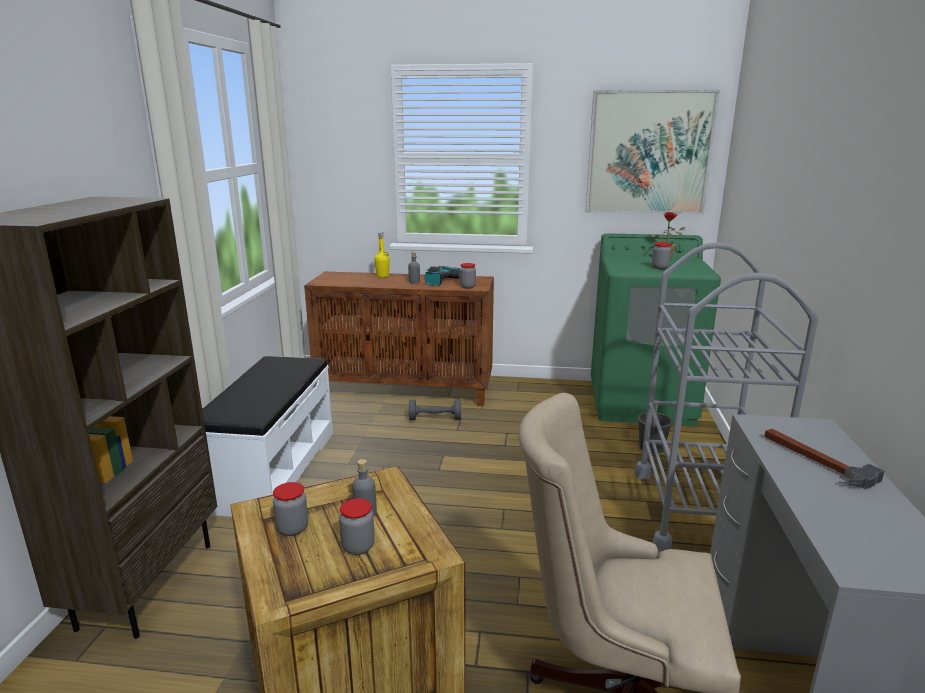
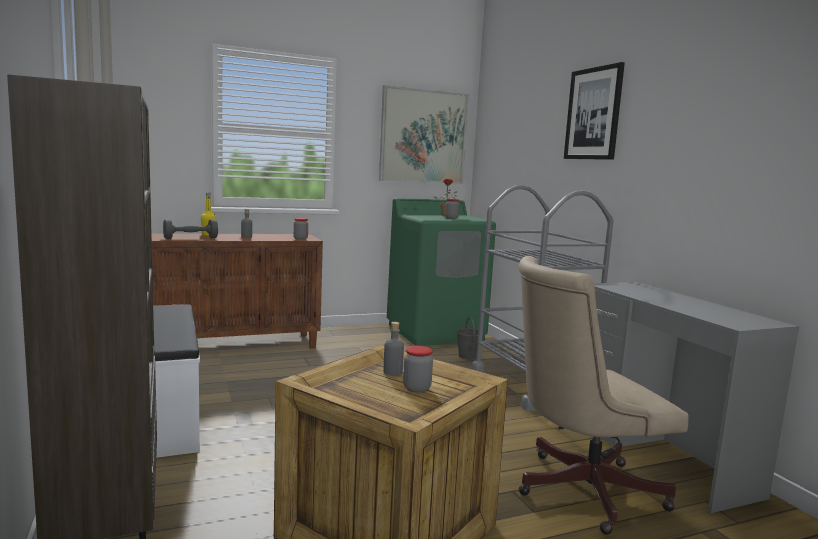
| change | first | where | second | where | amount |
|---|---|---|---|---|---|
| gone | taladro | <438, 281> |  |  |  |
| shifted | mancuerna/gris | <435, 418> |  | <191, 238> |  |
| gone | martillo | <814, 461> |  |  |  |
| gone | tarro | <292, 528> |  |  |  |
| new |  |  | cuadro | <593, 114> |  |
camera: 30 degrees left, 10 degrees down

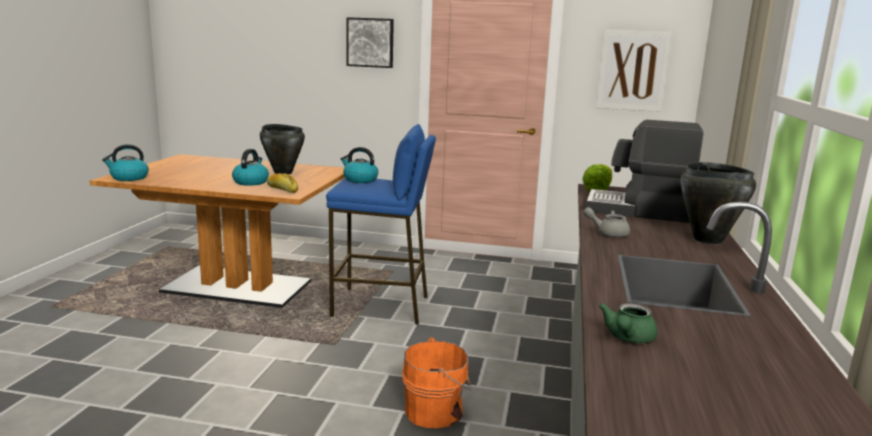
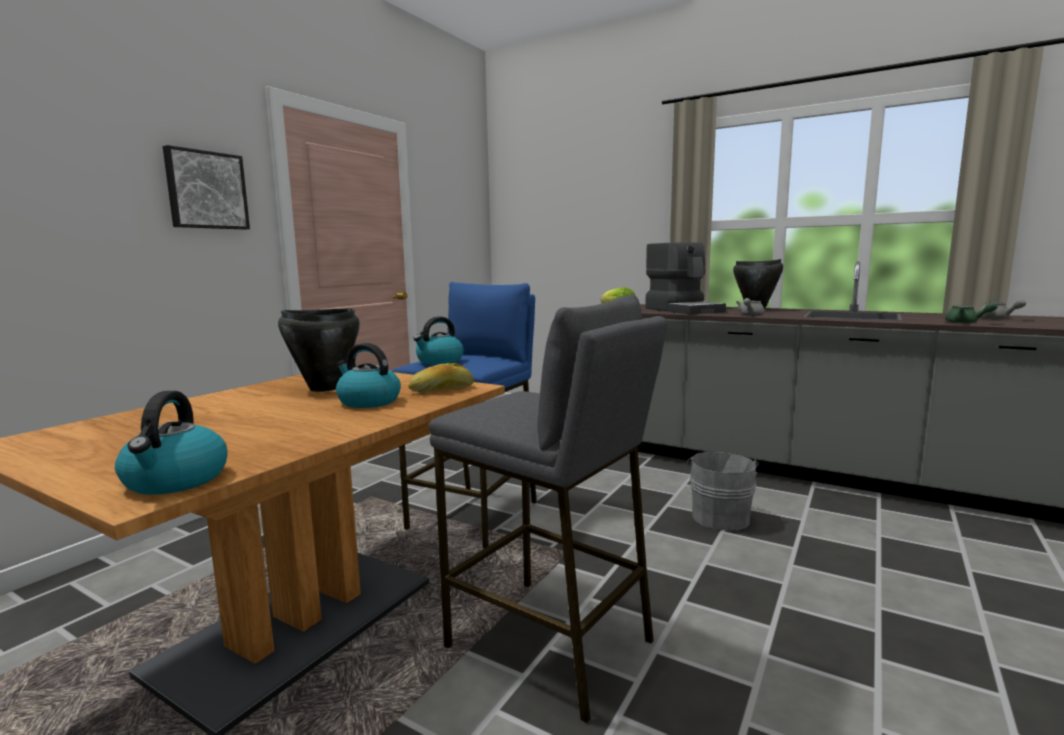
| change | first | where | second | where | amount |
|---|---|---|---|---|---|
| gone | cuadro | <632, 71> |  |  |  |
| rotated | cafetera | <638, 210> |  | <683, 310> | 60 degrees counterclockwise |
| repainted | cubo/naranja | <436, 411> | cubo/gris | <720, 516> |  |
| new |  |  | taburete/gris | <550, 644> |  |
| new |  |  | tetera/gris | <997, 318> |  |
camera: 70 degrees left, 5 degrees down

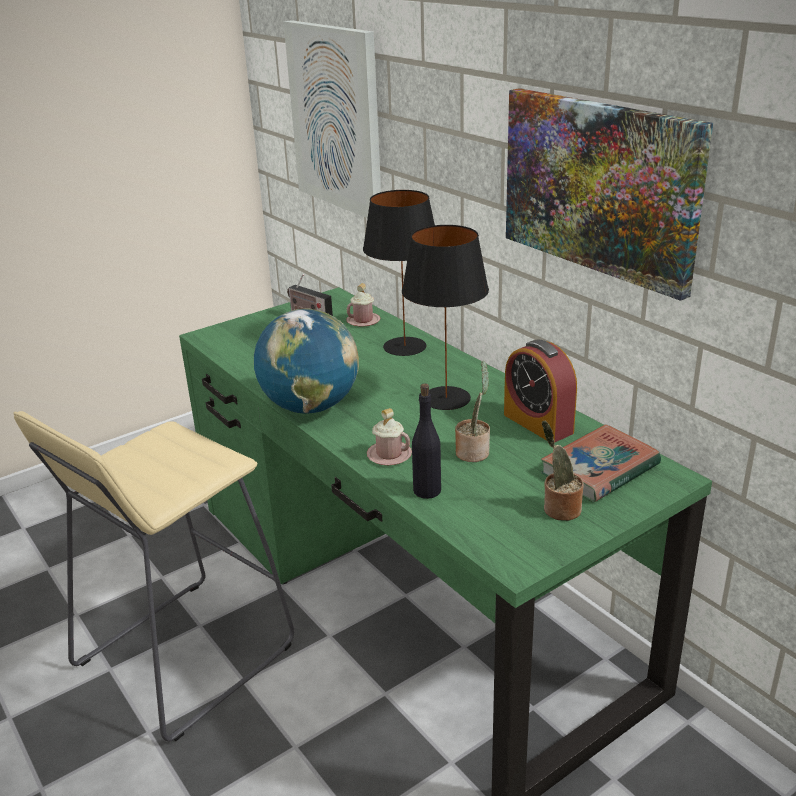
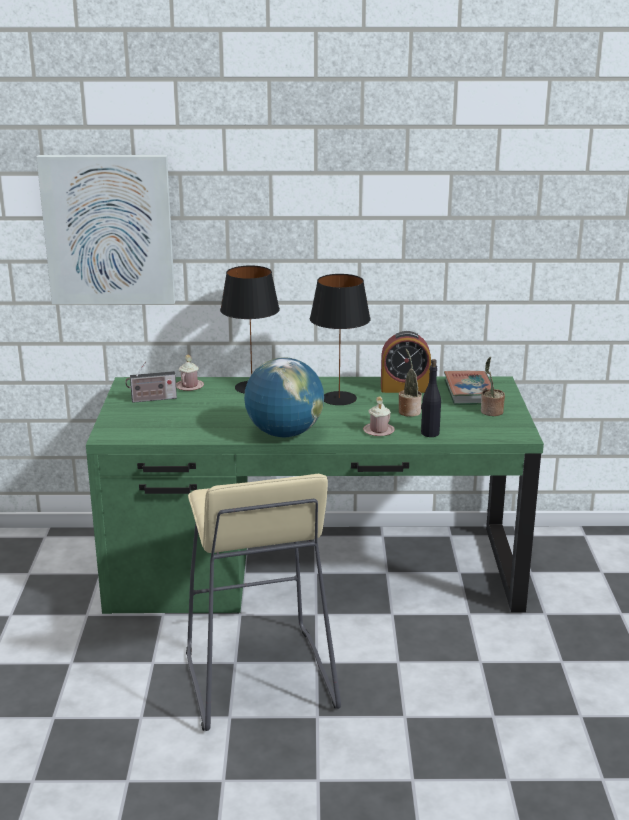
| change | first | where | second | where | amount |
|---|---|---|---|---|---|
| gone | cuadro | <600, 187> |  |  |  |
camera: 55 degrees left, 5 degrees down

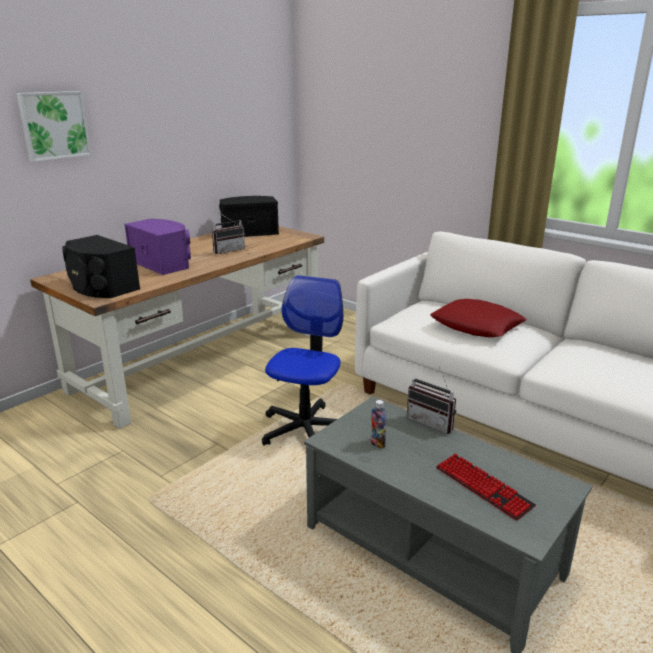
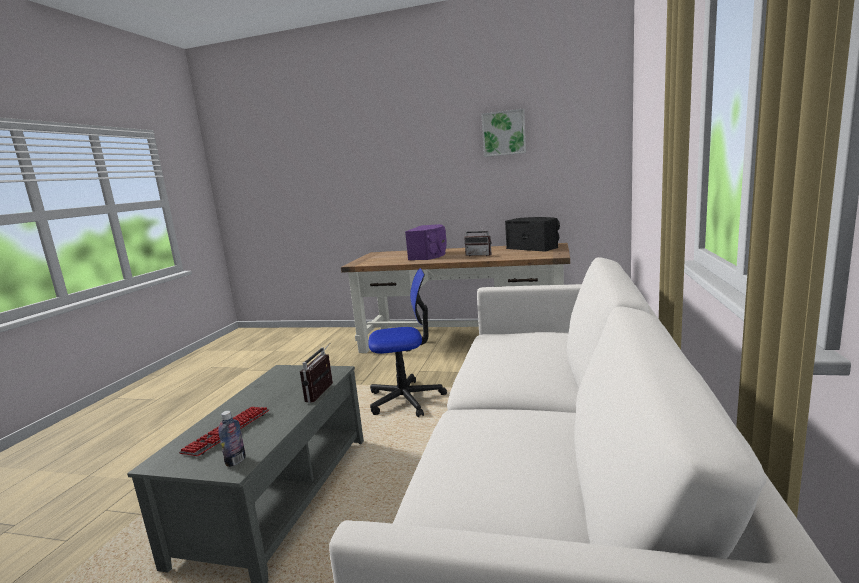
| change | first | where | second | where | amount |
|---|---|---|---|---|---|
| shifted | cuadro | <54, 125> |  | <504, 133> |  |
| gone | altavoz/negro | <101, 287> |  |  |  |
| gone | cojín/rojo | <476, 325> |  |  |  |
| shifted | botella | <377, 443> |  | <236, 461> |  |
camera: 65 degrees right, 10 degrees down

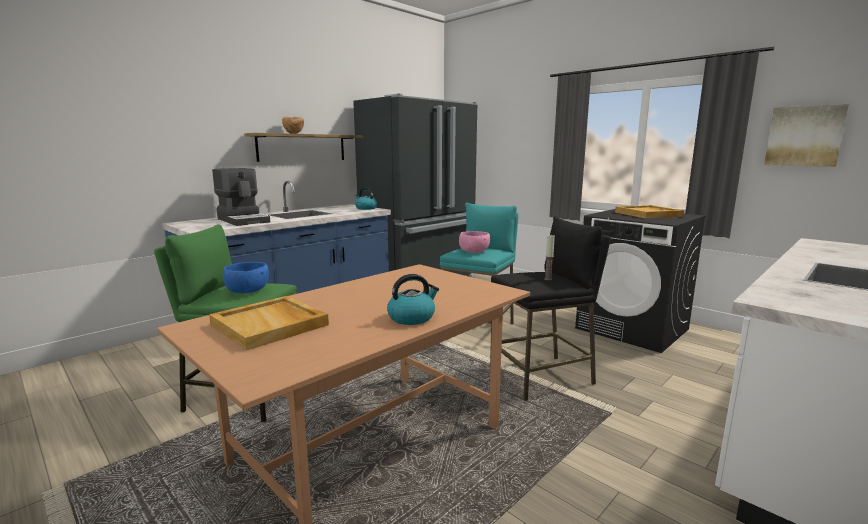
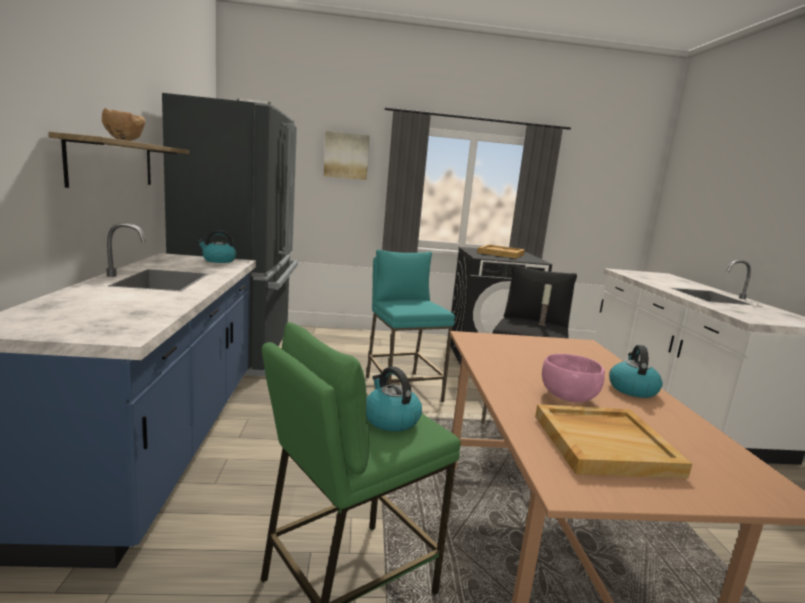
| change | first | where | second | where | amount |
|---|---|---|---|---|---|
| shifted | cuadro | <804, 136> |  | <346, 156> |  |
| gone | cafetera | <244, 220> |  |  |  |
| shifted | cuenco/rosa | <473, 252> |  | <568, 397> |  |
| swapped | cuenco/azul | <247, 291> | hervidor | <390, 419> |  |
camera: 50 degrees left, 0 degrees up

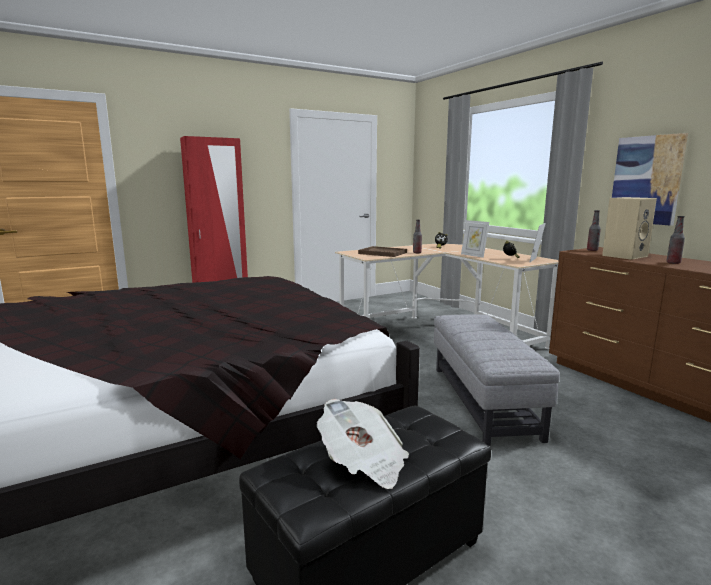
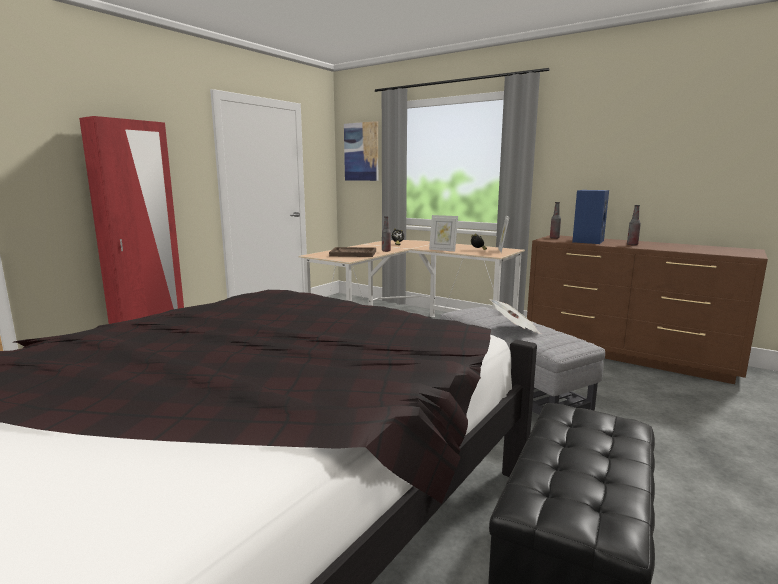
| change | first | where | second | where | amount |
|---|---|---|---|---|---|
| shifted | cuadro | <646, 180> |  | <361, 152> |  |
| repainted | altavoz/beis | <624, 255> | altavoz/azul | <587, 241> |  |
| shifted | periódico | <363, 463> |  | <514, 329> |  |
camera: 25 degrees left, 0 degrees up

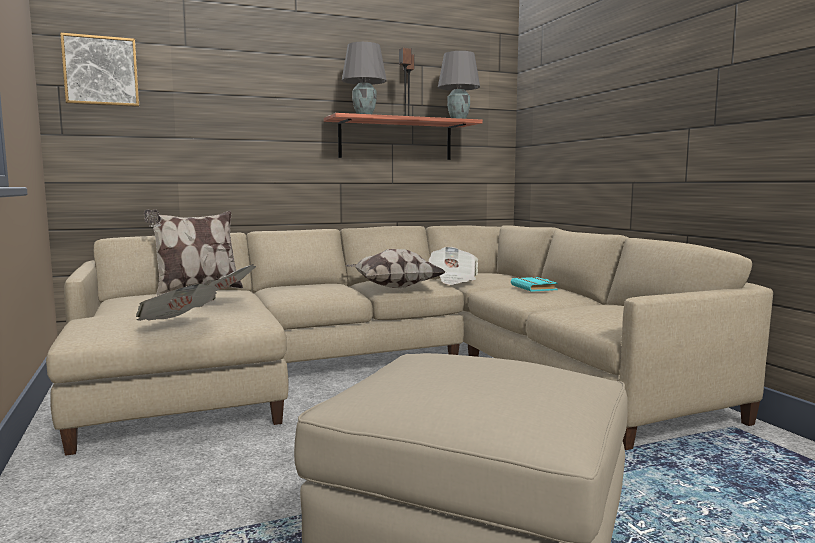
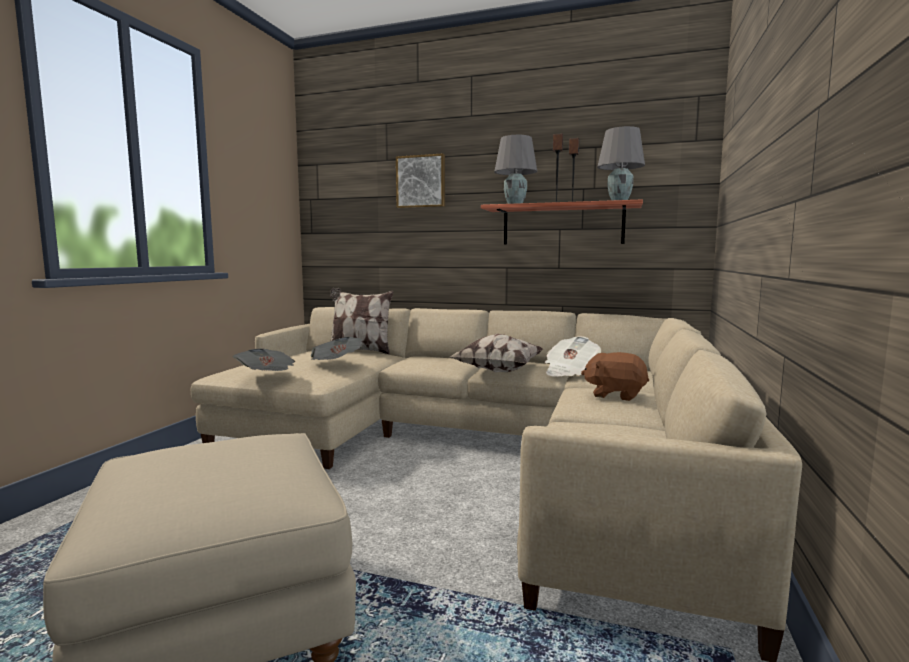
| change | first | where | second | where | amount |
|---|---|---|---|---|---|
| shifted | cuadro | <101, 71> |  | <421, 182> |  |
| swapped | libro/turquesa | <535, 288> | peluche/marrón | <615, 395> |  |
camera: 40 degrees right, 0 degrees up

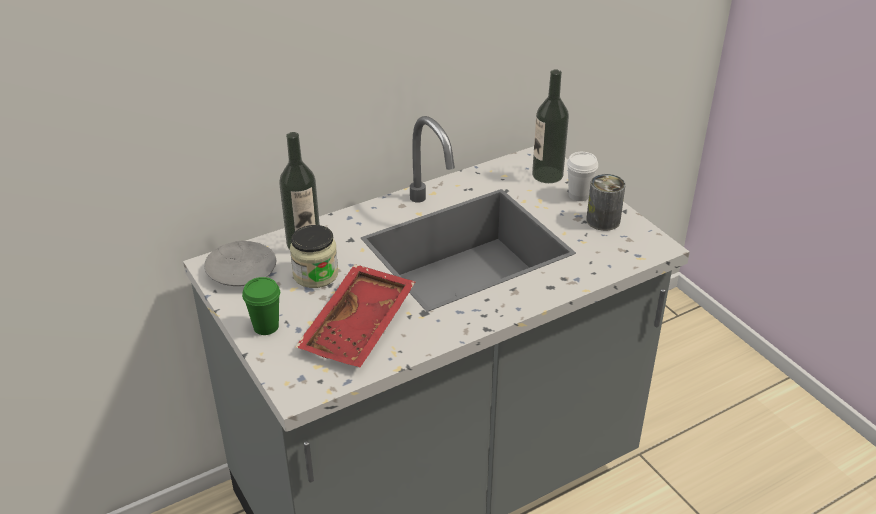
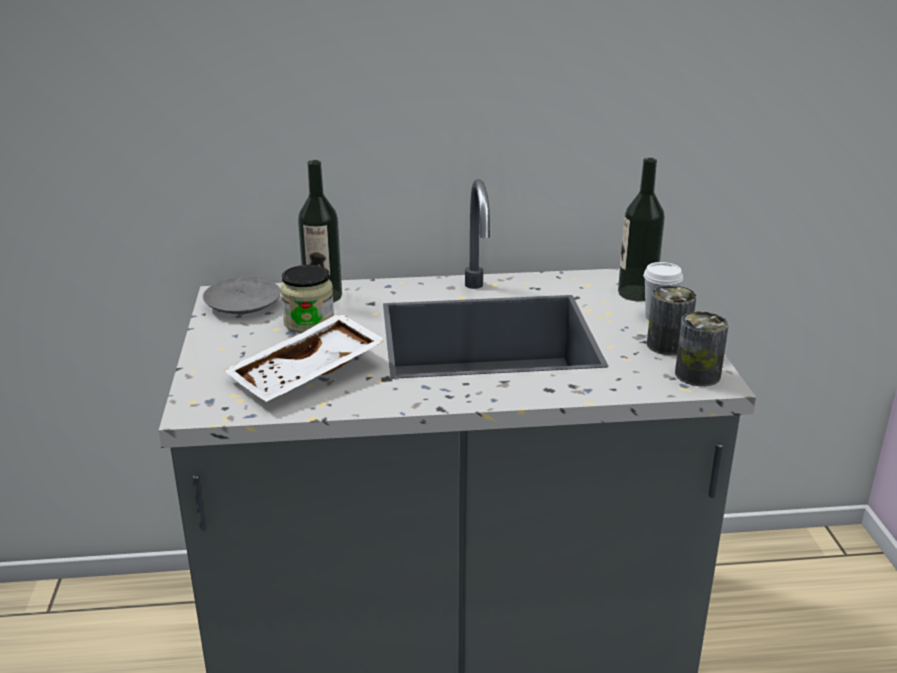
| change | first | where | second | where | amount |
|---|---|---|---|---|---|
| repainted | bandeja/rojo | <360, 328> | bandeja/blanco | <308, 375> |  |
| gone | taza/verde | <266, 327> |  |  |  |
| new |  |  | lata | <697, 374> |  |
camera: 25 degrees right, 10 degrees down

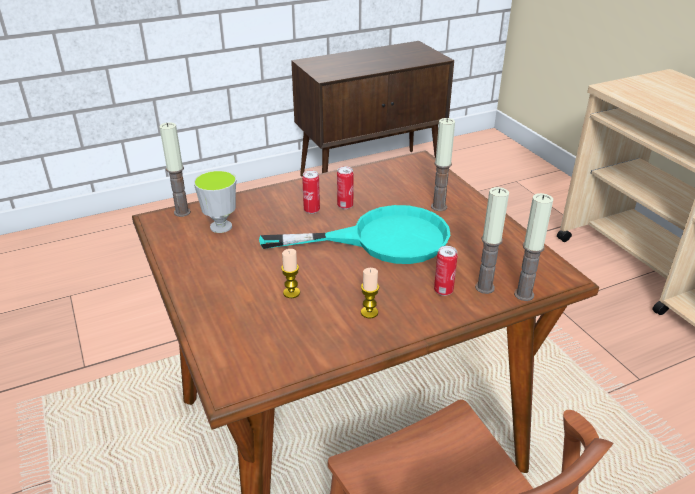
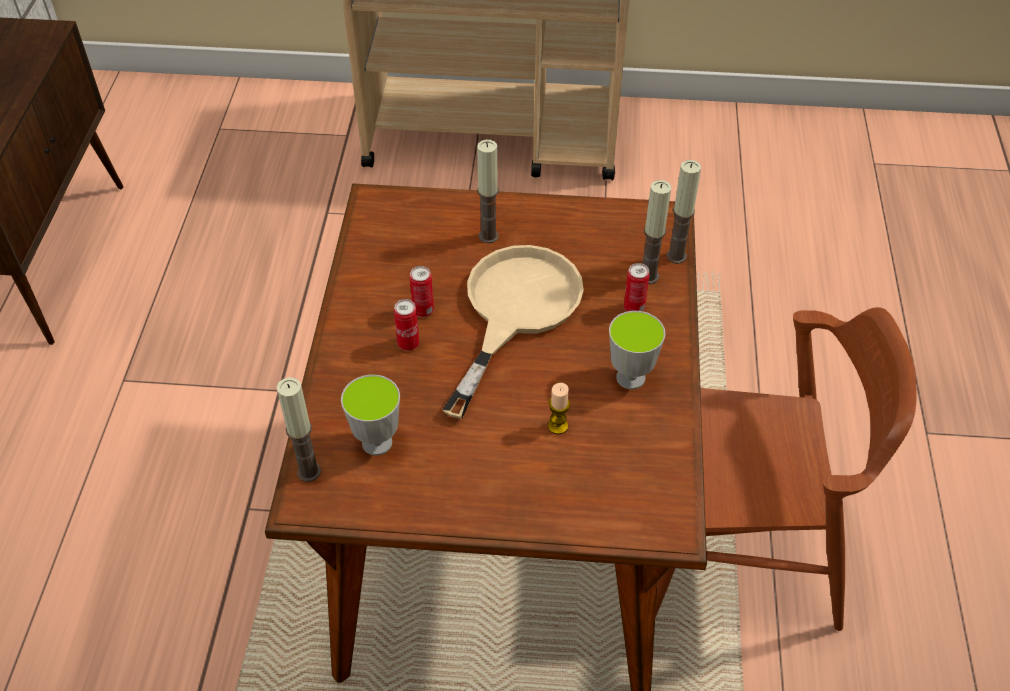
| change | first | where | second | where | amount |
|---|---|---|---|---|---|
| repainted | sartén/turquesa | <382, 239> | sartén/beis | <515, 311> |  |
| swapped | vela | <369, 312> | taza | <630, 378> |  |
camera: 60 degrees left, 15 degrees up

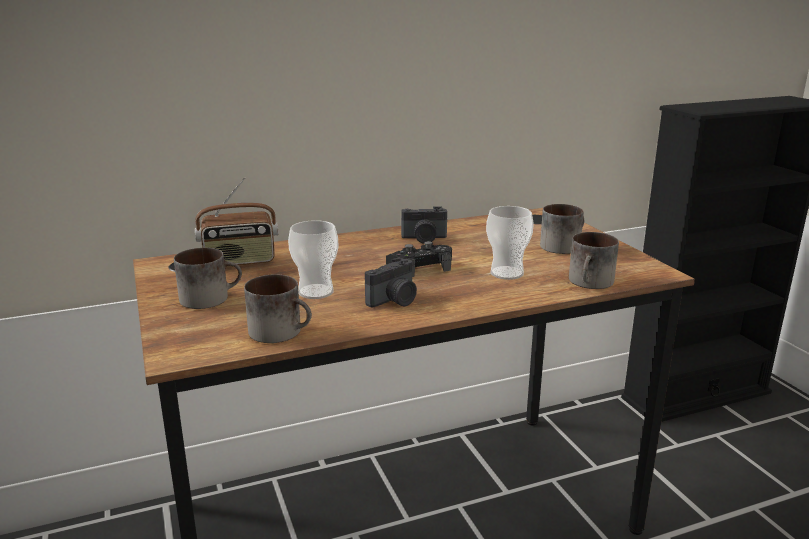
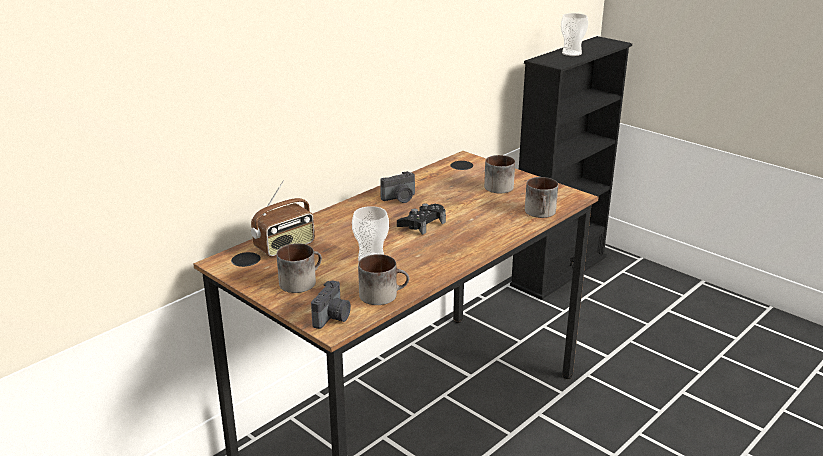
| change | first | where | second | where | amount |
|---|---|---|---|---|---|
| shifted | taza | <507, 273> |  | <571, 53> |  |
| shifted | cámara | <394, 300> |  | <333, 317> |  |
camera: 25 degrees left, 5 degrees up

